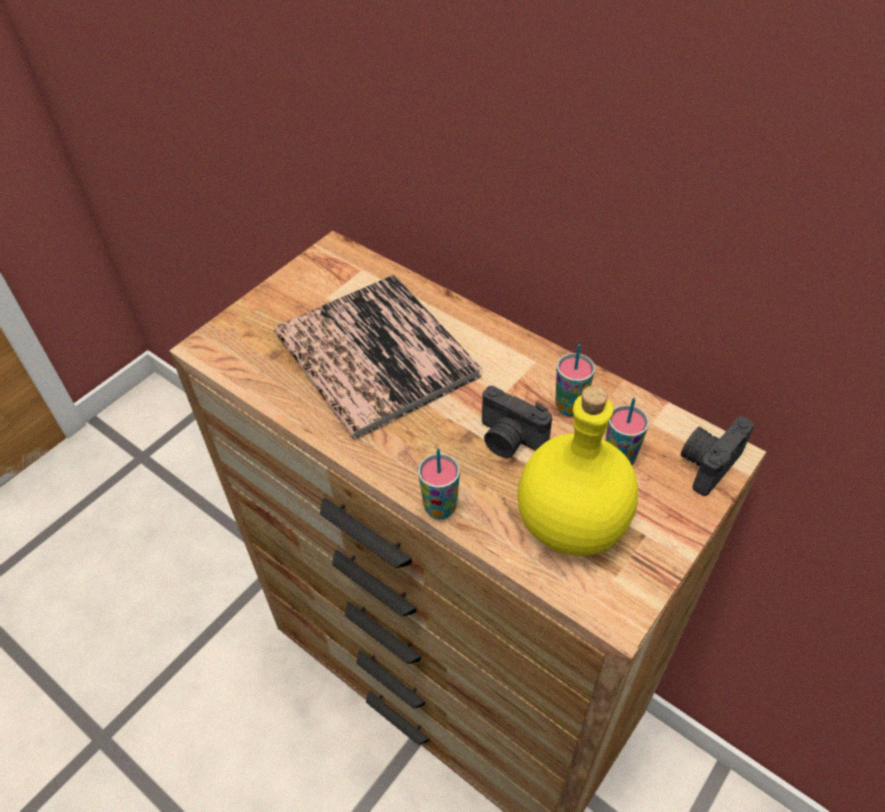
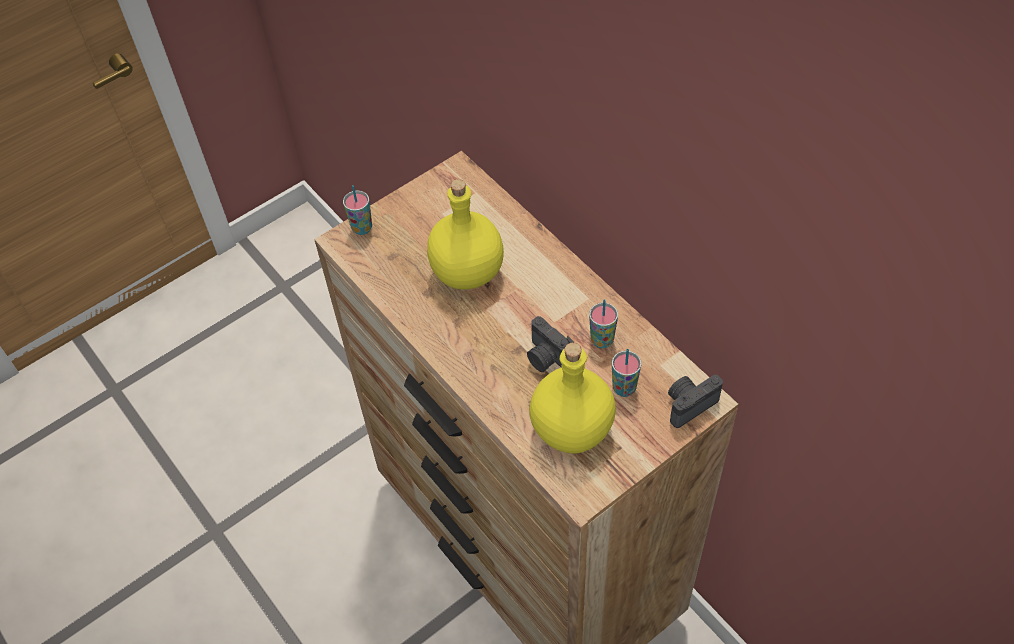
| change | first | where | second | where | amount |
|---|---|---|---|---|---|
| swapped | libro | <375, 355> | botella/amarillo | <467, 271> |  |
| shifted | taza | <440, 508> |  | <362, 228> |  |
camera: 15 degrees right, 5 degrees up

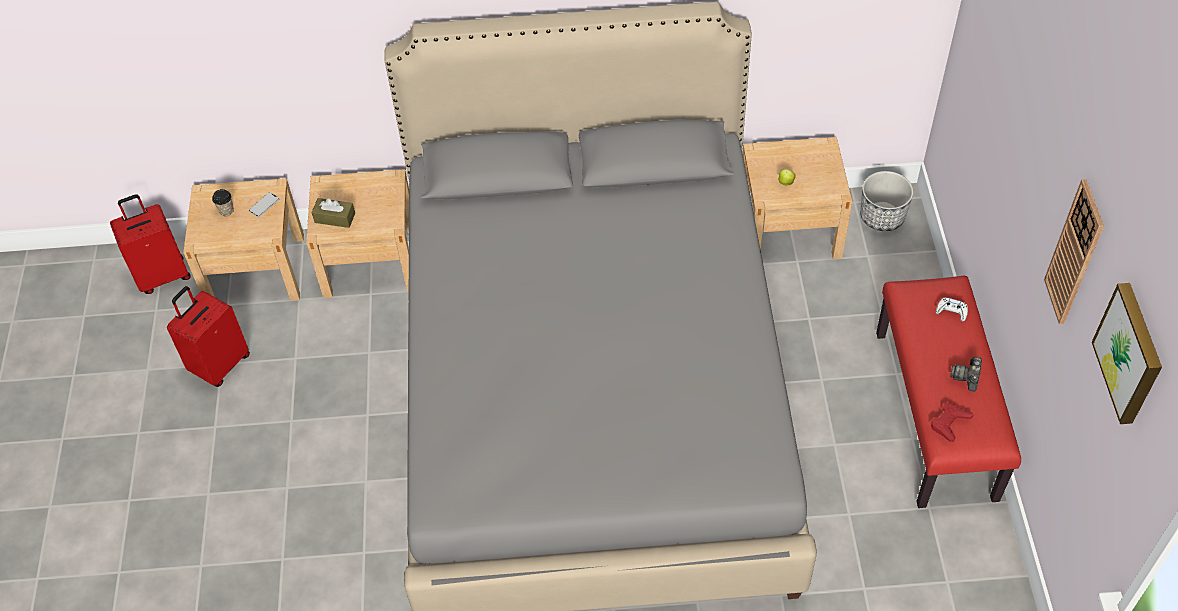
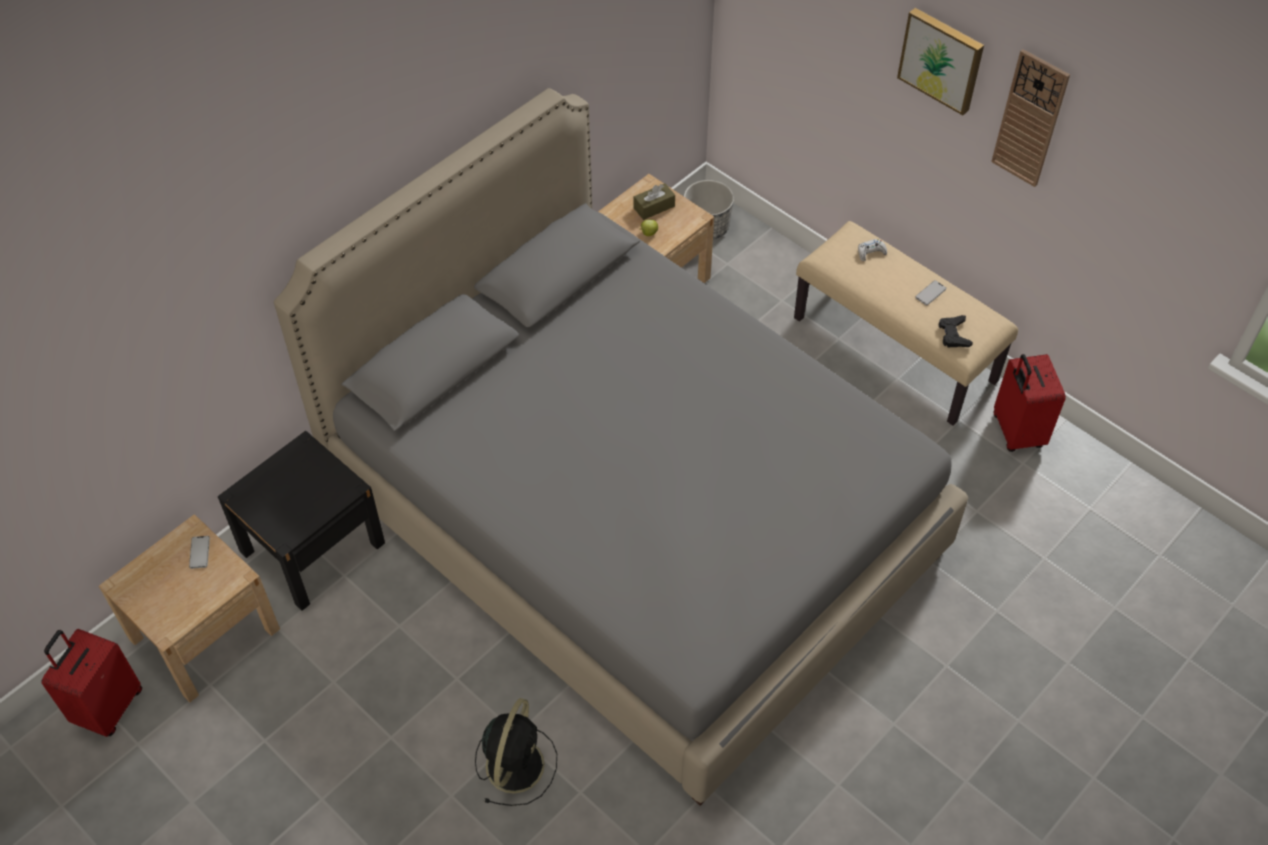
| change | first | where | second | where | amount |
|---|---|---|---|---|---|
| repainted | mesita de noche/beis | <370, 261> | mesita de noche/negro | <312, 547> |  |
| gone | taza | <226, 210> |  |  |  |
| shifted | caja de pañuelos/marrón | <335, 218> |  | <654, 207> |  |
| repainted | banco/rojo | <936, 415> | banco/beis | <895, 349> |  |
| shifted | cuadro | <1131, 353> |  | <942, 59> |  |
| shifted | maleta/rojo | <219, 364> |  | <1016, 432> |  |
| swapped | cámara | <967, 377> | móvil | <930, 293> |  |
| repainted | mando de consola/rojo | <949, 423> | mando de consola/negro | <953, 334> |  |
| new |  |  | ventilador/negro | <516, 763> |  |
camera: 45 degrees left, 0 degrees up

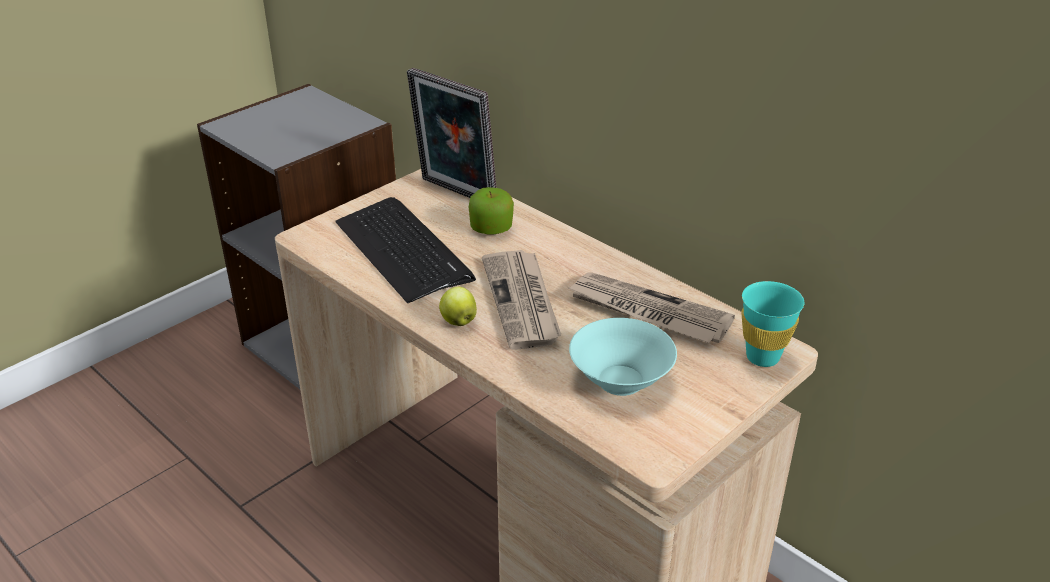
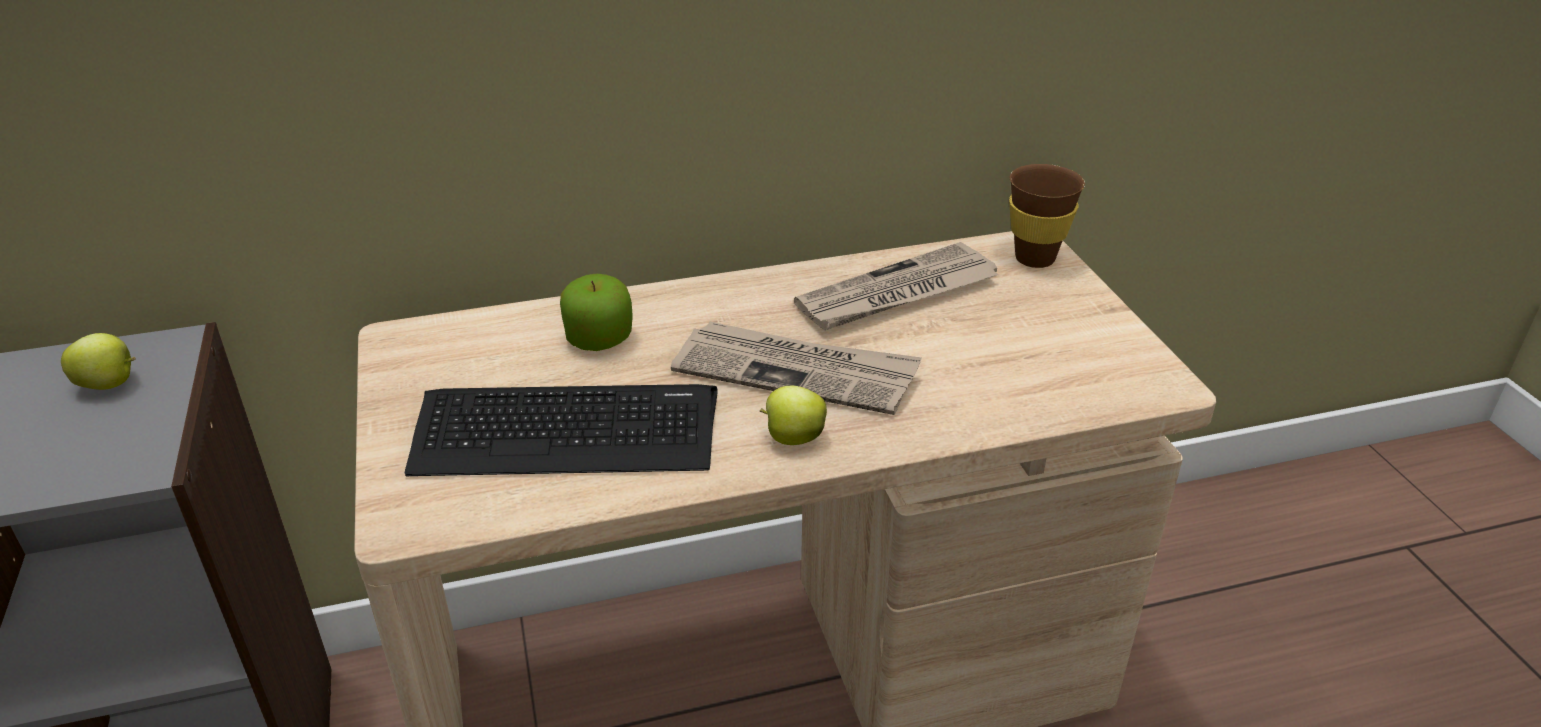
| change | first | where | second | where | amount |
|---|---|---|---|---|---|
| gone | portarretratos | <455, 193> |  |  |  |
| repainted | taza/turquesa | <762, 357> | taza/marrón | <1034, 258> |  |
| gone | cuenco/turquesa | <620, 381> |  |  |  |
| new |  |  | manzana | <110, 384> |  |
camera: 60 degrees left, 0 degrees up

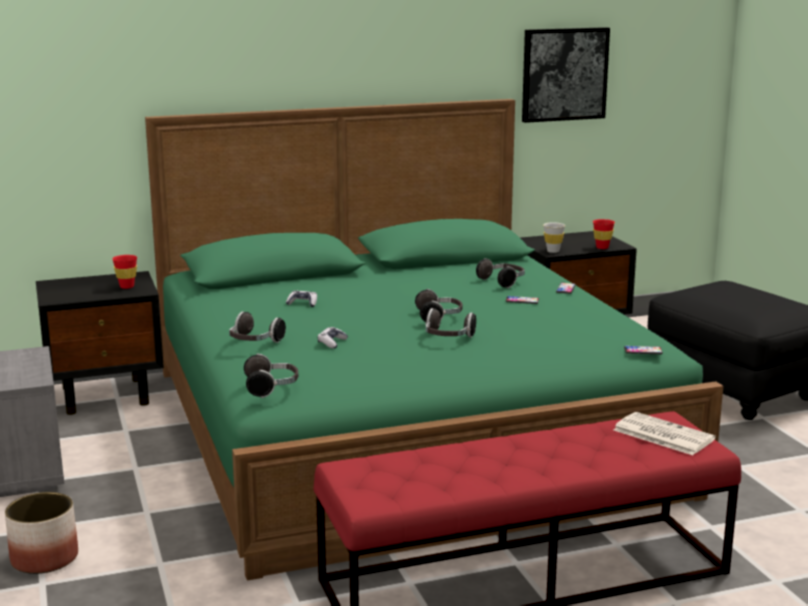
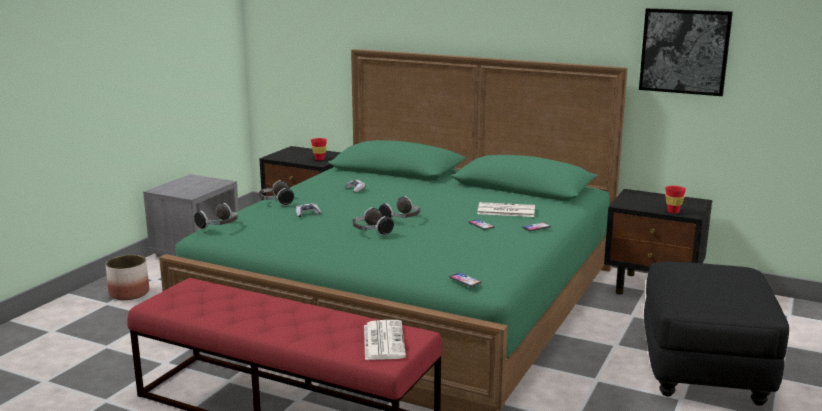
| change | first | where | second | where | amount |
|---|---|---|---|---|---|
| gone | taza/blanco | <553, 251> |  |  |  |
| swapped | auriculares | <502, 282> | periódico | <505, 211> |  |
camera: 45 degrees right, 0 degrees up

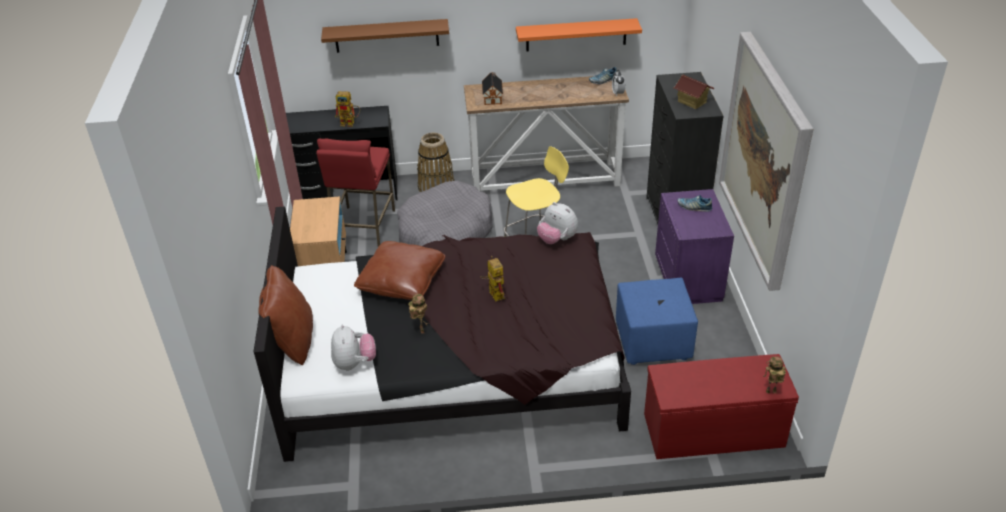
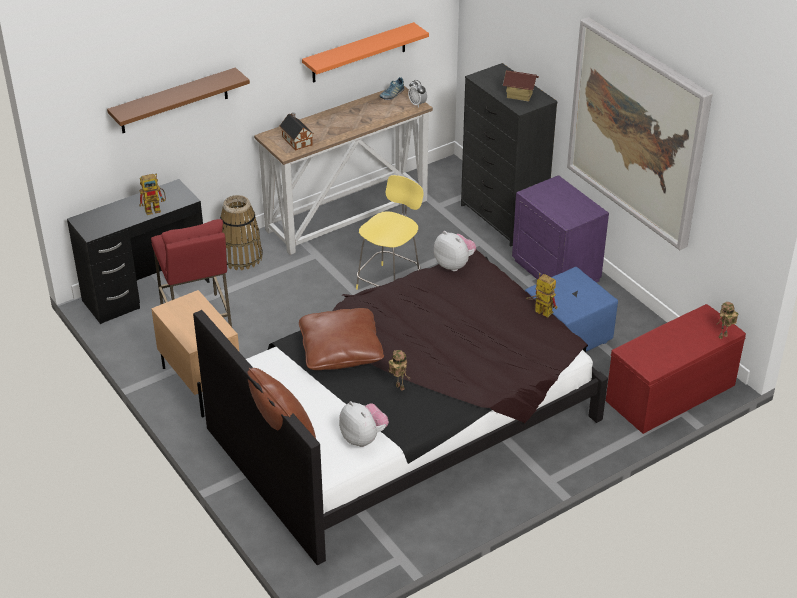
| change | first | where | second | where | amount |
|---|---|---|---|---|---|
| gone | cama para perro/gris | <445, 233> |  |  |  |
| gone | zapato | <694, 207> |  |  |  |
| rotated | peluche | <557, 239> |  | <454, 264> | 150 degrees counterclockwise |
| shifted | robot de juguete | <493, 293> |  | <539, 311> |  |
camera: 30 degrees left, 0 degrees up

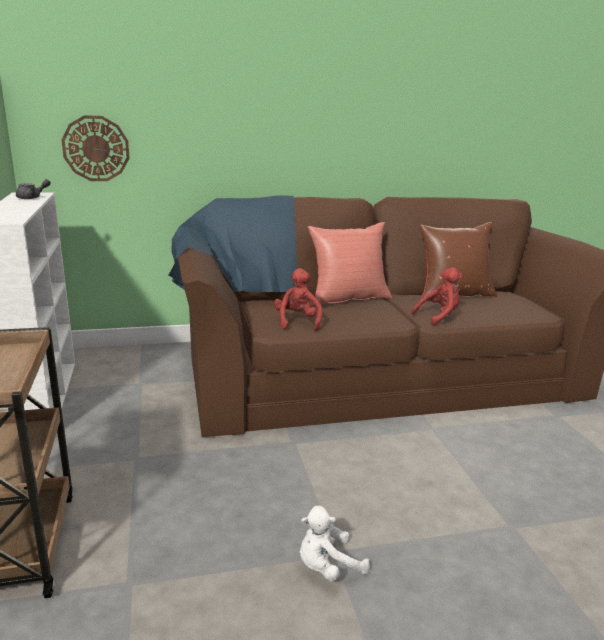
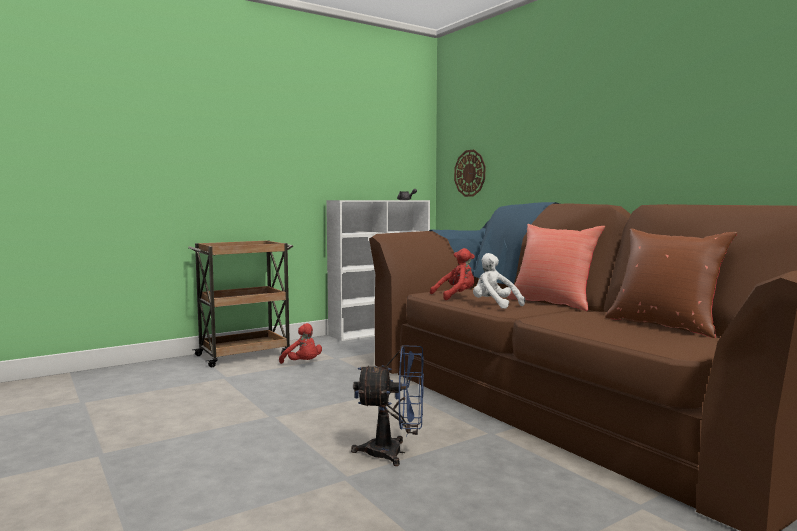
| change | first | where | second | where | amount |
|---|---|---|---|---|---|
| shifted | peluche/rojo | <439, 317> |  | <303, 364> |  |
| shifted | peluche/blanco | <327, 567> |  | <494, 305> |  |
| new |  |  | ventilador/azul | <394, 453> |  |
camera: 70 degrees right, 15 degrees down

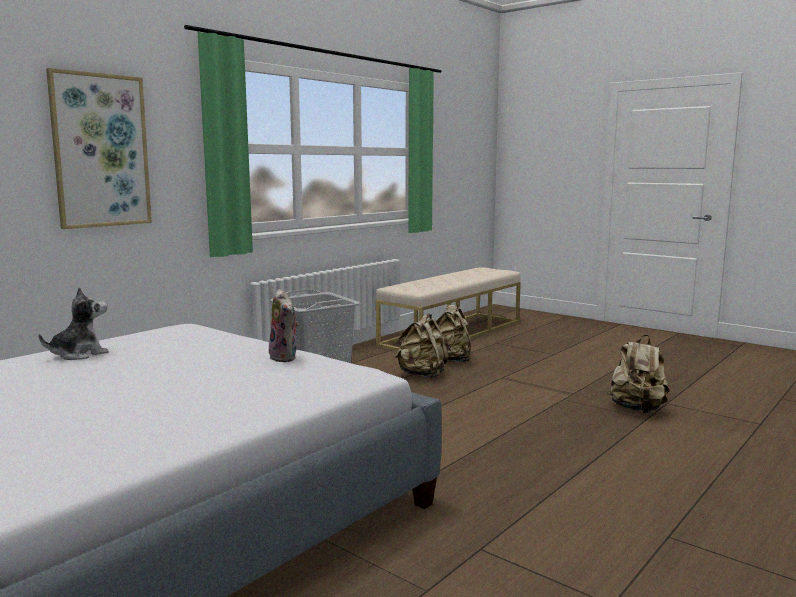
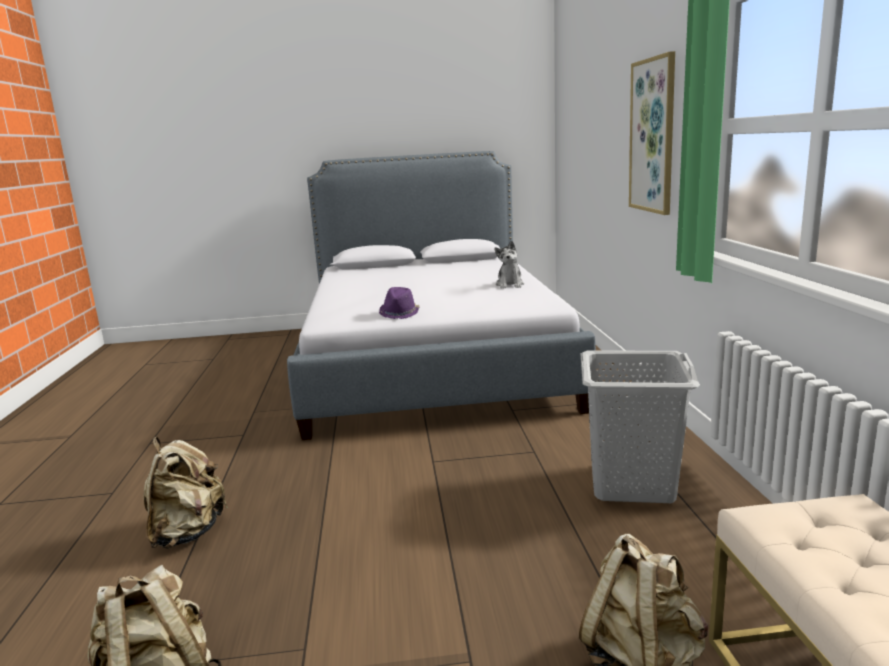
| change | first | where | second | where | amount |
|---|---|---|---|---|---|
| swapped | peluche | <285, 357> | sombrero/morado | <399, 313> |  |
| shifted | mochila/beis | <422, 375> |  | <188, 533> |  |
camera: 135 degrees right, 5 degrees up

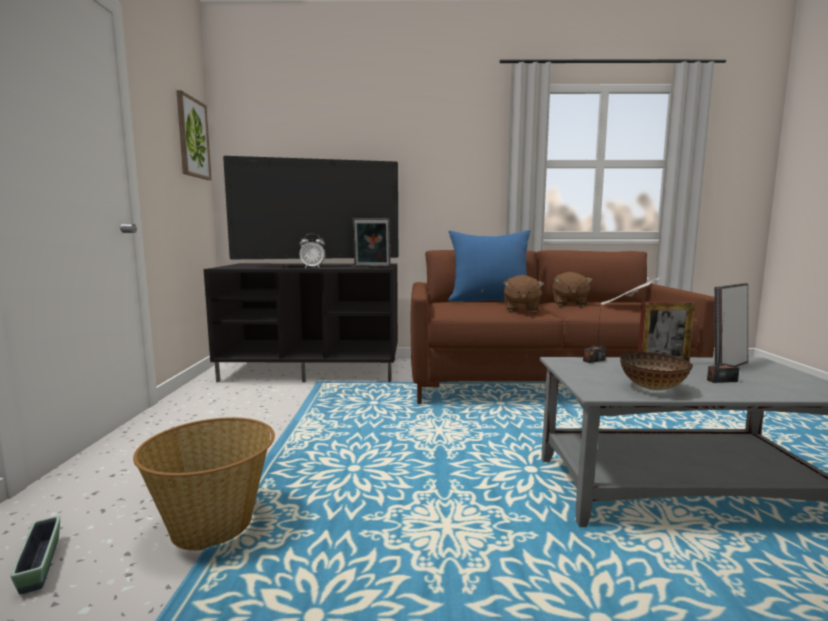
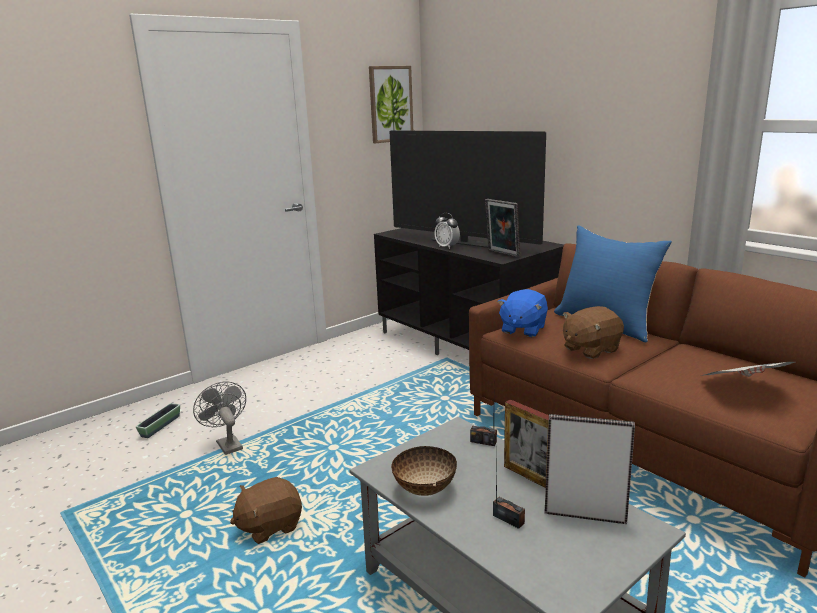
| change | first | where | second | where | amount |
|---|---|---|---|---|---|
| shifted | peluche/marrón | <569, 303> |  | <270, 526> |  |
| swapped | cesta | <214, 525> | ventilador/gris | <227, 444> |  |
| new |  |  | peluche/azul | <522, 329> |  |
camera: 50 degrees right, 10 degrees up

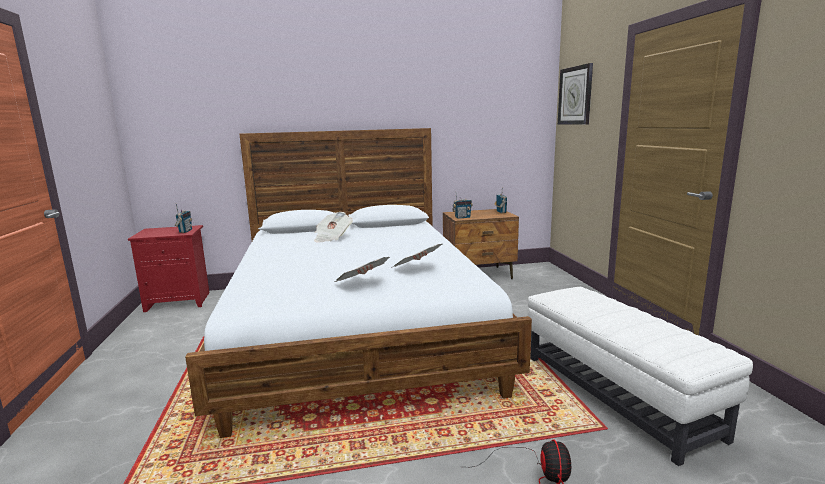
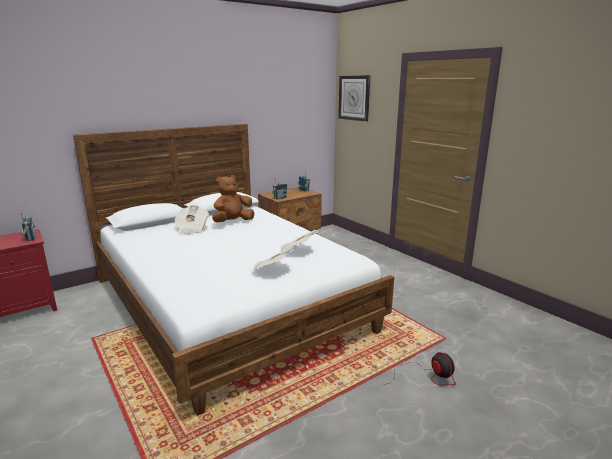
| change | first | where | second | where | amount |
|---|---|---|---|---|---|
| gone | puf/blanco | <616, 395> |  |  |  |
| new |  |  | peluche/marrón | <233, 222> |  |
camera: 25 degrees left, 5 degrees up

